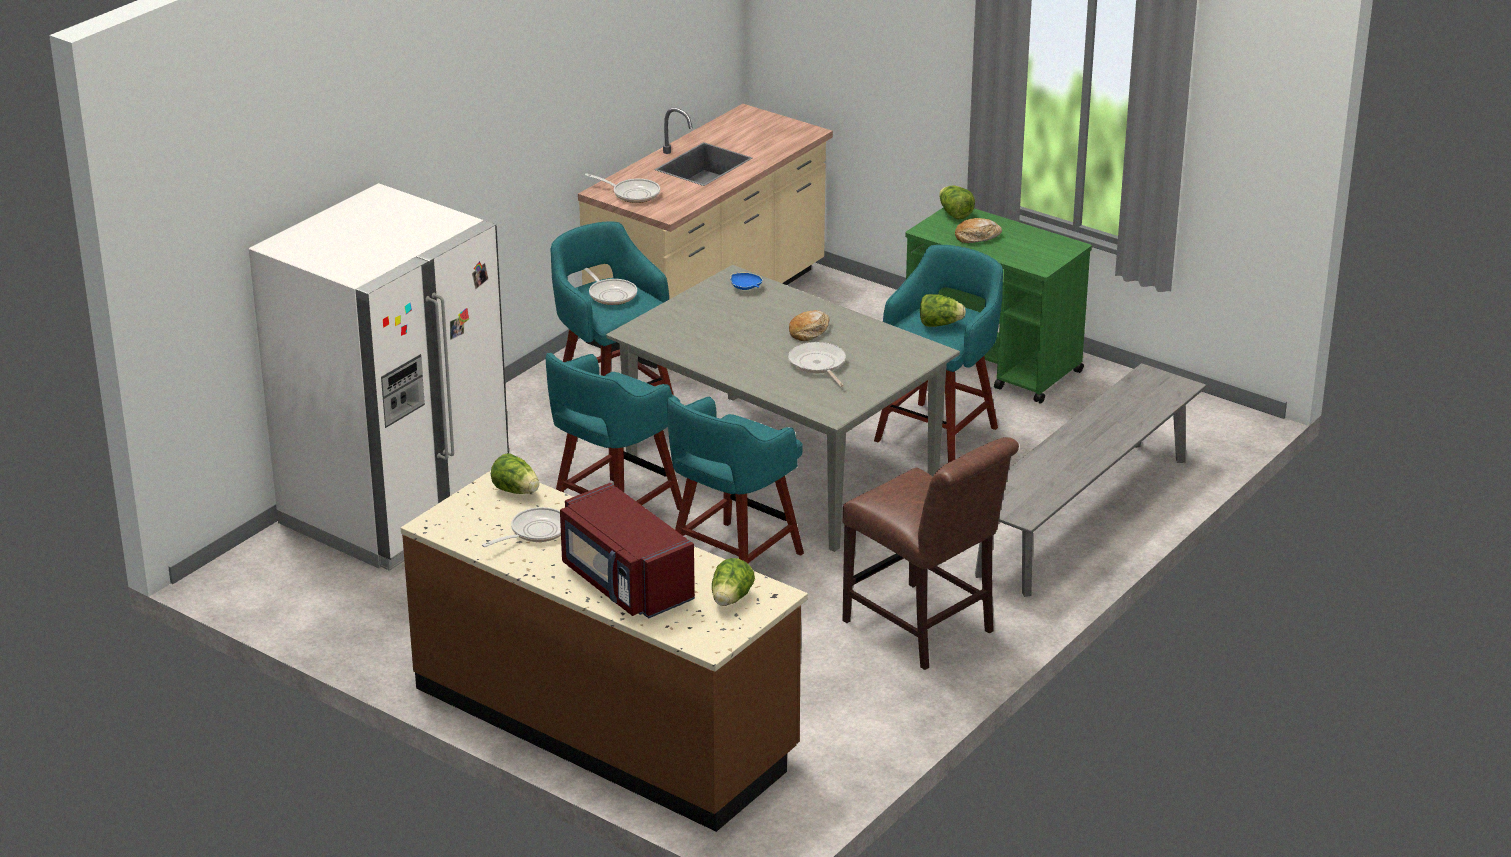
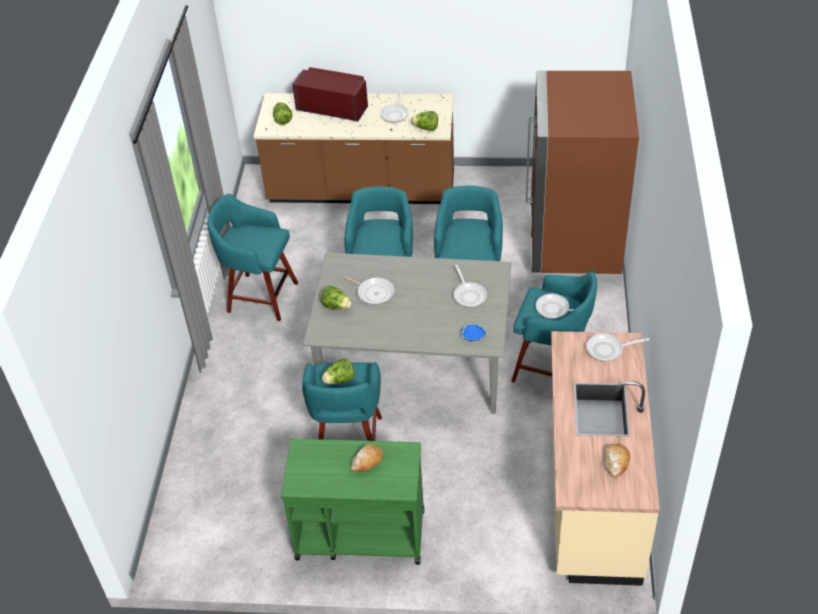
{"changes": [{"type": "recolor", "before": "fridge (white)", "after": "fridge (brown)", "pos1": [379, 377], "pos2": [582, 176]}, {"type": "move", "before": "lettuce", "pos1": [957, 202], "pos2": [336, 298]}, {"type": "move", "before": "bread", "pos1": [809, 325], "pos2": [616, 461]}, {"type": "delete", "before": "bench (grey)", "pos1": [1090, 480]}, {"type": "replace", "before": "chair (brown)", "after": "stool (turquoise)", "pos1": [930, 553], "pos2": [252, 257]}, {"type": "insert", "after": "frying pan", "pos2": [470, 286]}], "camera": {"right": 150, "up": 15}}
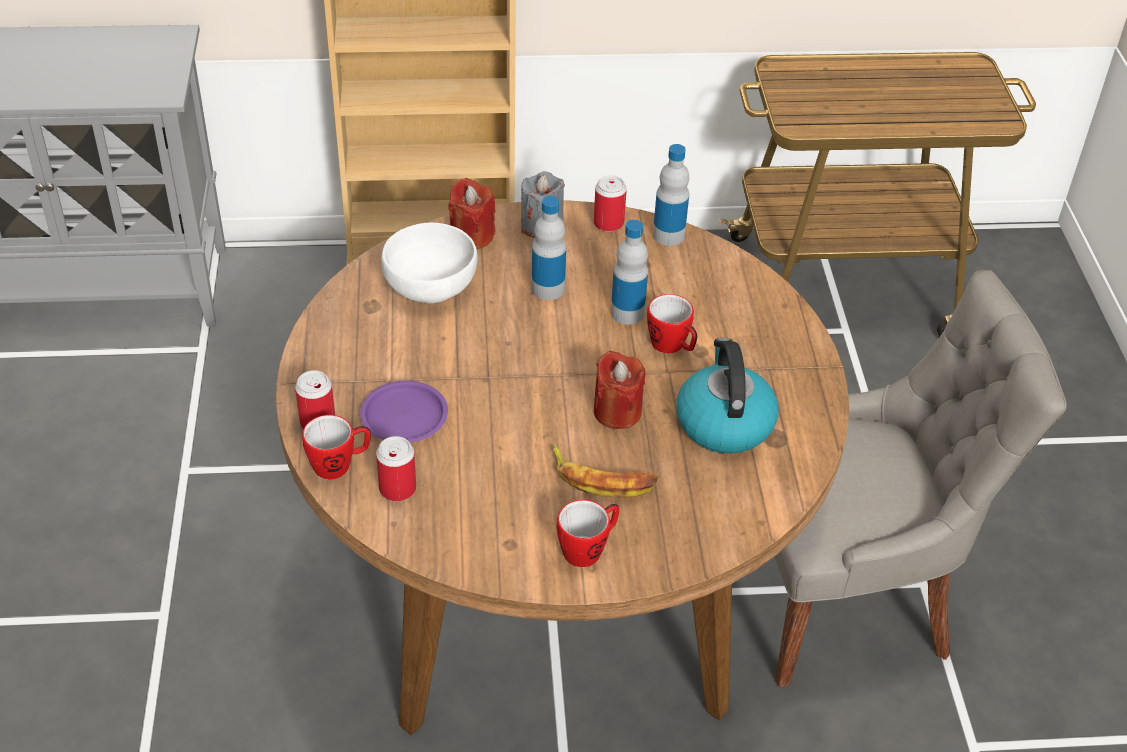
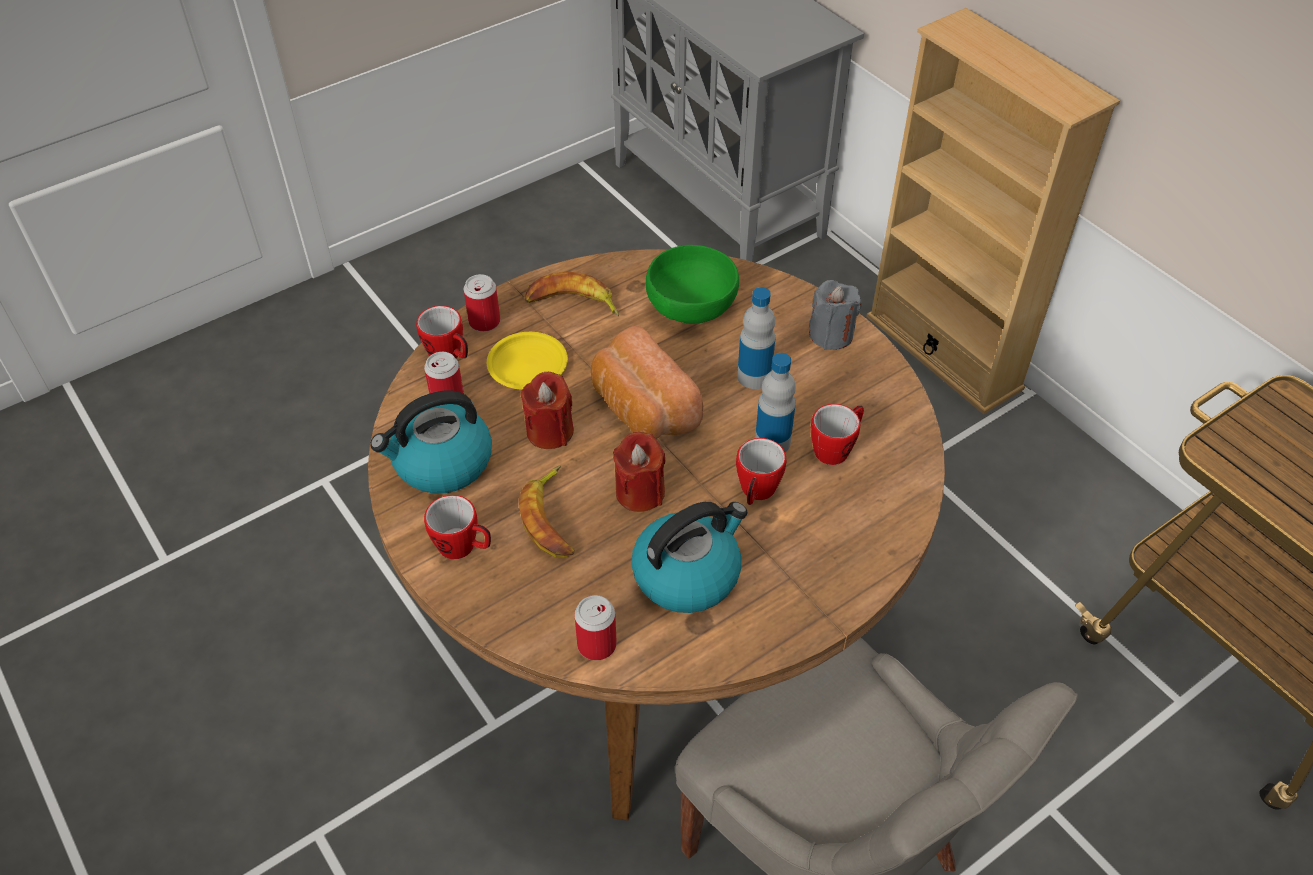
{"changes": [{"type": "delete", "before": "bottle", "pos1": [671, 195]}, {"type": "move", "before": "can", "pos1": [610, 203], "pos2": [595, 627]}, {"type": "move", "before": "candle (red)", "pos1": [471, 213], "pos2": [547, 410]}, {"type": "recolor", "before": "bowl (white)", "after": "bowl (green)", "pos1": [429, 263], "pos2": [692, 284]}, {"type": "recolor", "before": "plate (purple)", "after": "plate (yellow)", "pos1": [404, 411], "pos2": [527, 361]}, {"type": "insert", "after": "banana", "pos2": [572, 293]}, {"type": "insert", "after": "bread", "pos2": [647, 382]}, {"type": "insert", "after": "kettle", "pos2": [431, 441]}, {"type": "insert", "after": "mug", "pos2": [837, 434]}], "camera": {"right": 60, "up": 5}}
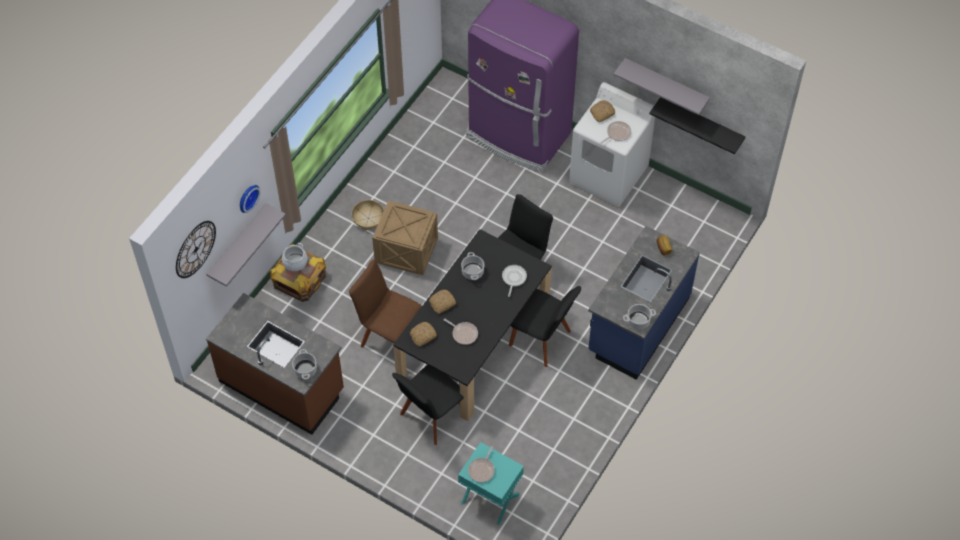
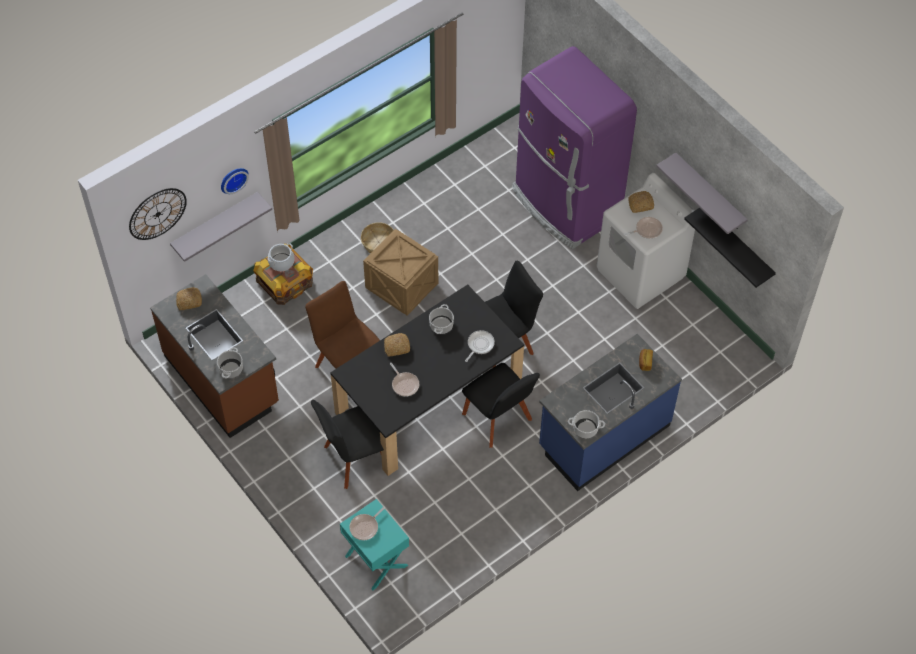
{"changes": [{"type": "move", "before": "bread", "pos1": [423, 334], "pos2": [189, 298]}], "camera": {"right": 20, "up": 0}}
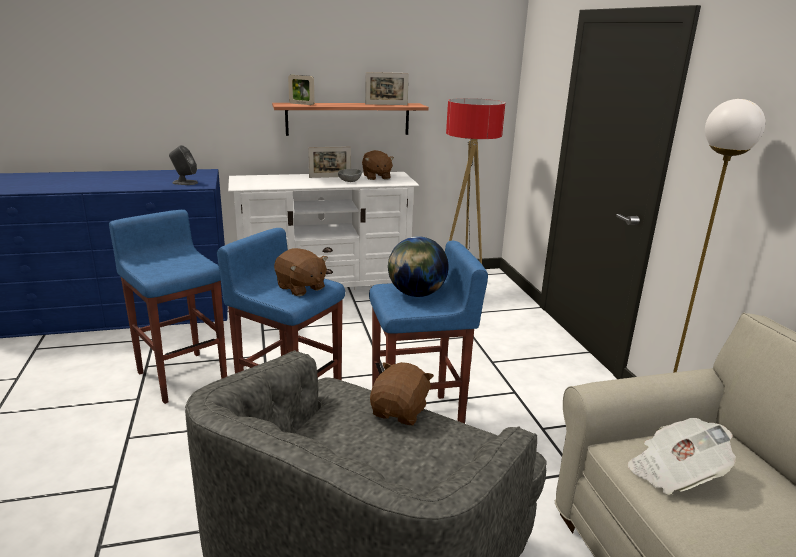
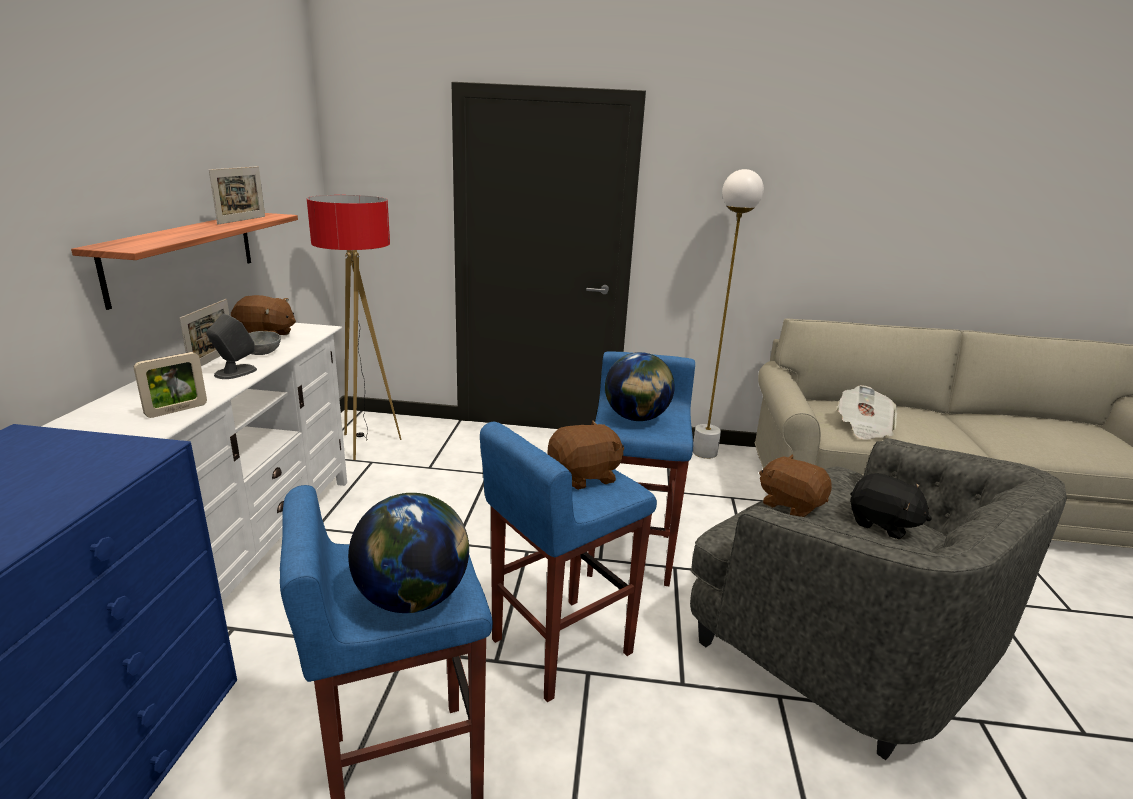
{"changes": [{"type": "move", "before": "picture frame", "pos1": [301, 90], "pos2": [170, 385]}, {"type": "move", "before": "speaker (grey)", "pos1": [183, 165], "pos2": [231, 346]}, {"type": "insert", "after": "plush toy (black)", "pos2": [891, 506]}, {"type": "insert", "after": "globe", "pos2": [408, 553]}], "camera": {"right": -70, "up": 0}}
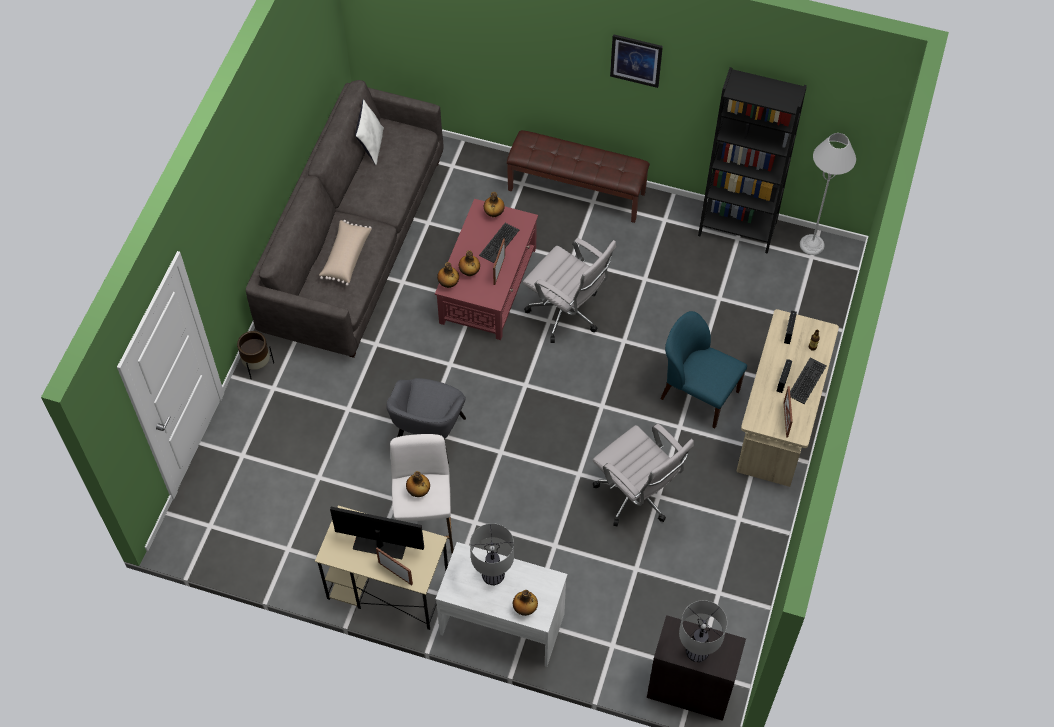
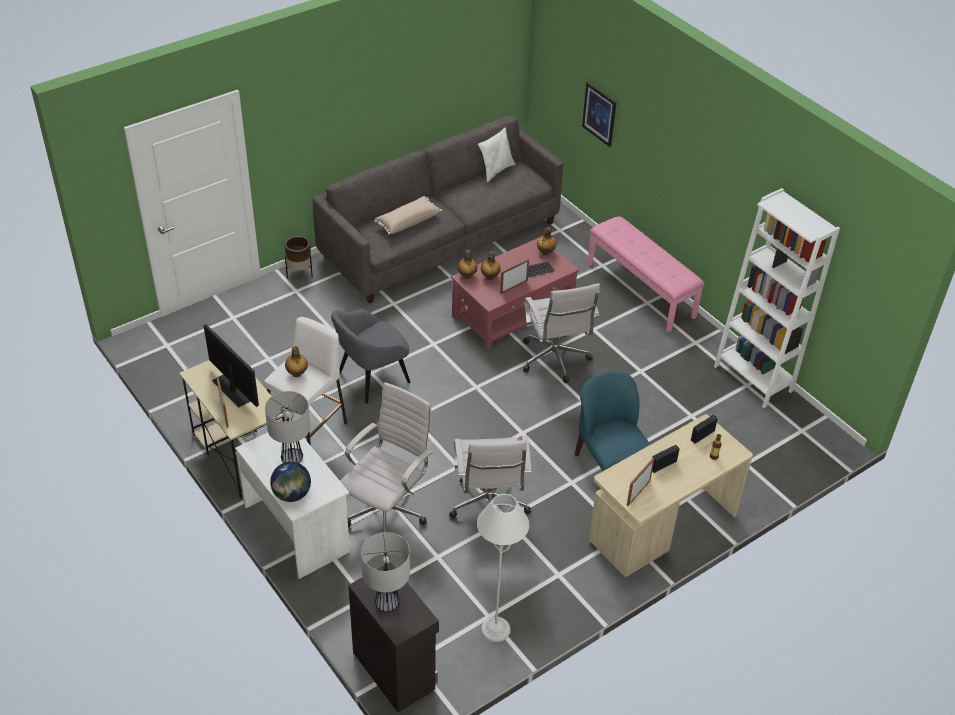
{"changes": [{"type": "move", "before": "picture", "pos1": [636, 61], "pos2": [599, 114]}, {"type": "recolor", "before": "bookcase (black)", "after": "bookcase (white)", "pos1": [752, 160], "pos2": [777, 298]}, {"type": "recolor", "before": "bench (brown)", "after": "bench (pink)", "pos1": [578, 176], "pos2": [646, 274]}, {"type": "move", "before": "floor lamp (grey)", "pos1": [828, 194], "pos2": [503, 568]}, {"type": "delete", "before": "keyboard", "pos1": [808, 381]}, {"type": "replace", "before": "bottle", "after": "globe", "pos1": [525, 603], "pos2": [290, 482]}, {"type": "insert", "after": "office chair (white)", "pos2": [386, 457]}], "camera": {"right": 35, "up": -15}}
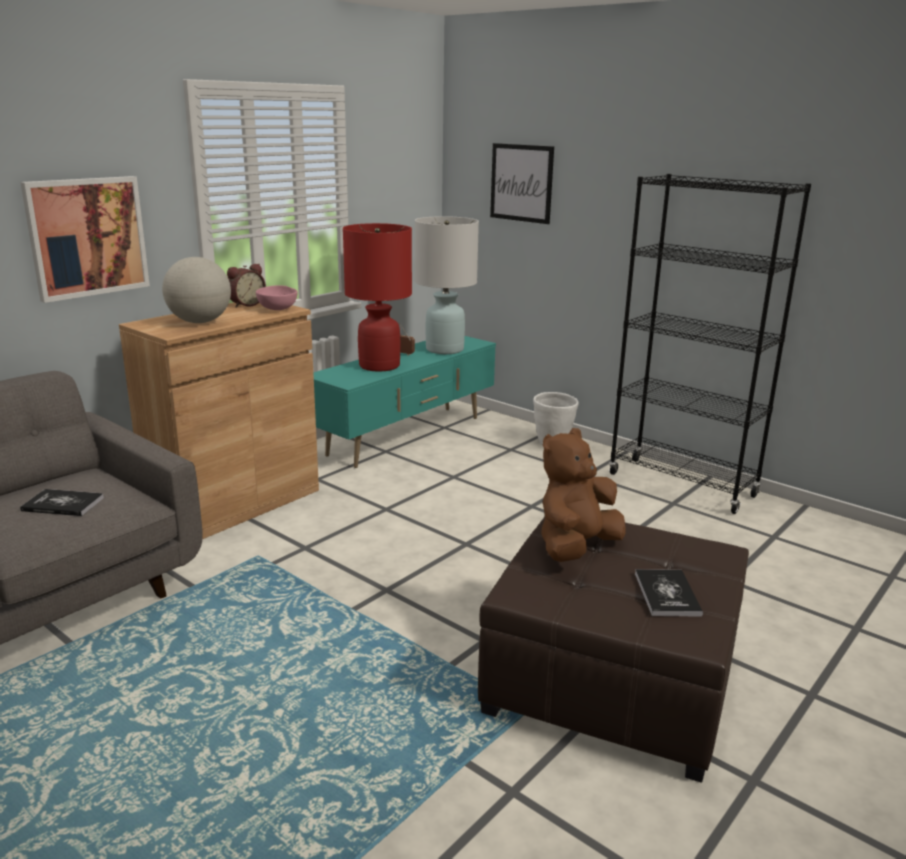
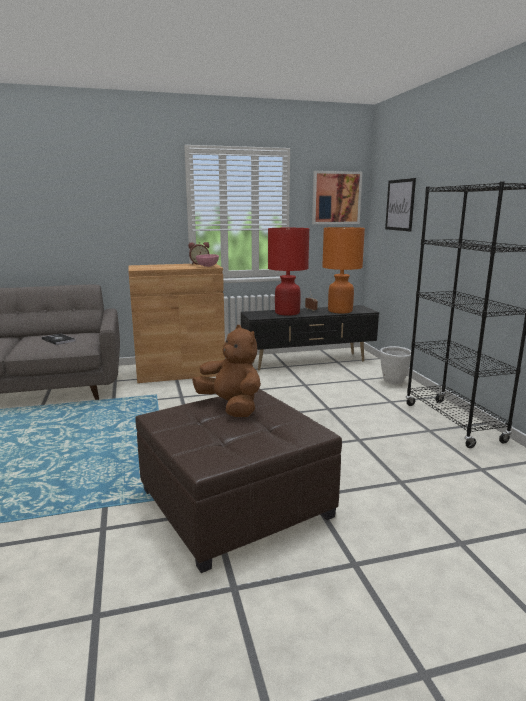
{"changes": [{"type": "move", "before": "picture", "pos1": [85, 239], "pos2": [337, 197]}, {"type": "recolor", "before": "table lamp (white)", "after": "table lamp (orange)", "pos1": [447, 285], "pos2": [343, 270]}, {"type": "delete", "before": "globe", "pos1": [196, 290]}, {"type": "recolor", "before": "tv stand (turquoise)", "after": "tv stand (black)", "pos1": [404, 402], "pos2": [310, 337]}, {"type": "rotate", "before": "plush toy (brown)", "pos1": [583, 495], "pos2": [226, 371], "turn": 60}, {"type": "delete", "before": "book", "pos1": [669, 593]}], "camera": {"right": 35, "up": -5}}
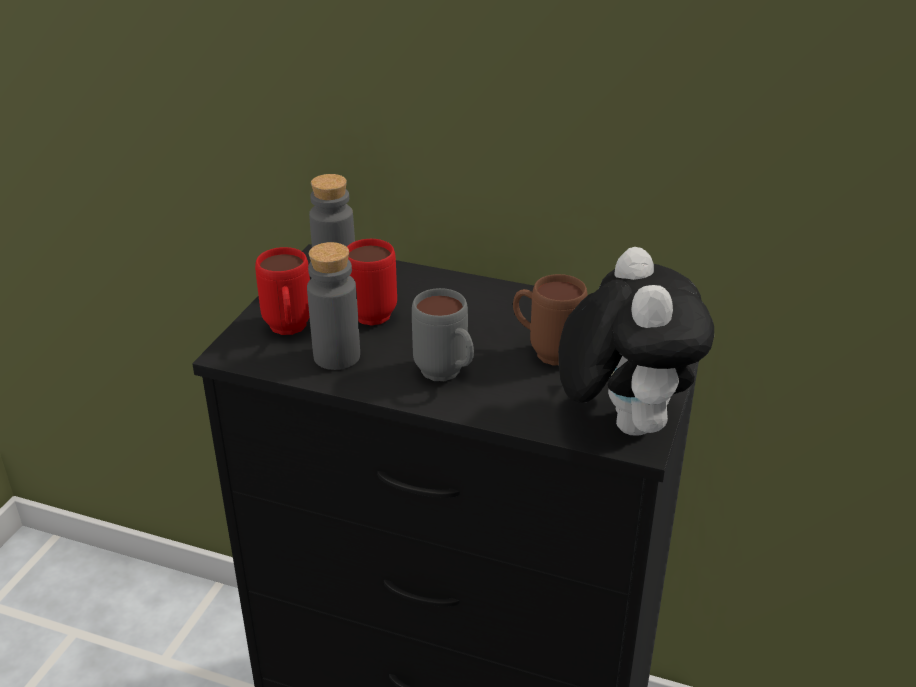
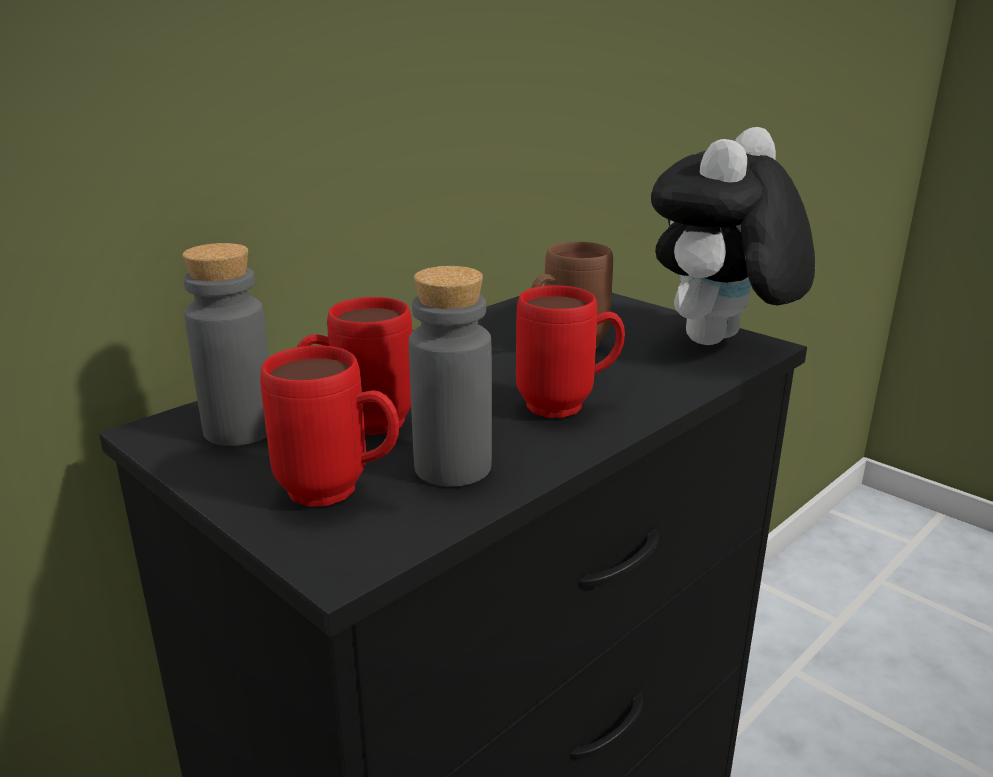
{"changes": [{"type": "rotate", "before": "plush toy", "pos1": [636, 341], "pos2": [733, 236], "turn": -75}, {"type": "recolor", "before": "mug (grey)", "after": "mug (red)", "pos1": [443, 334], "pos2": [570, 351]}], "camera": {"right": -65, "up": -10}}
